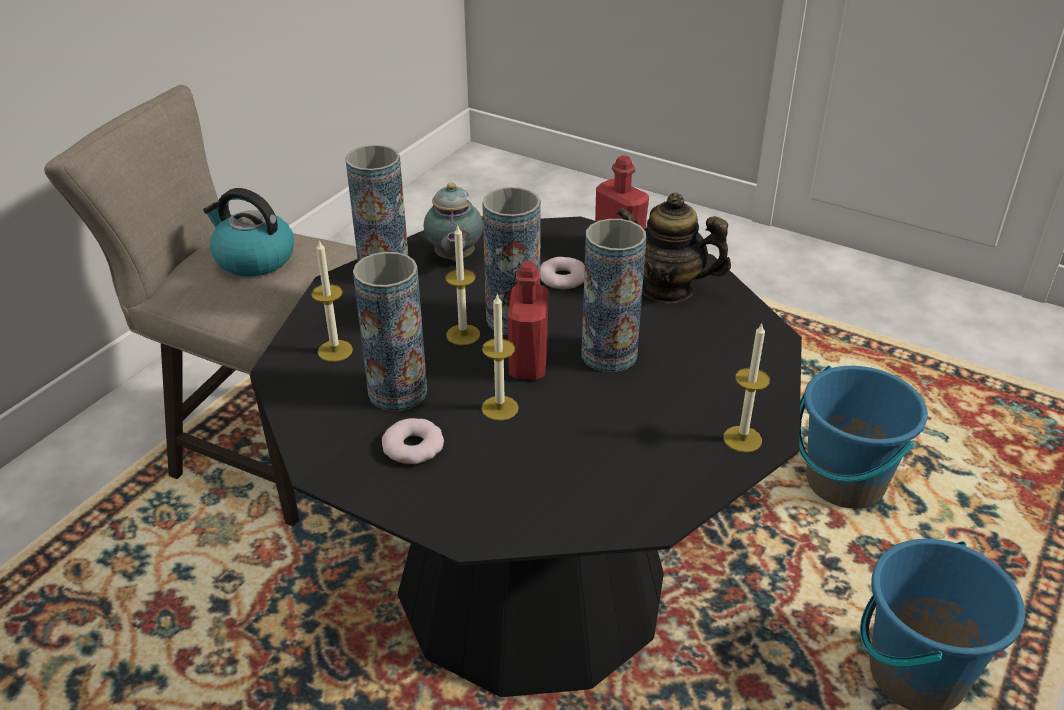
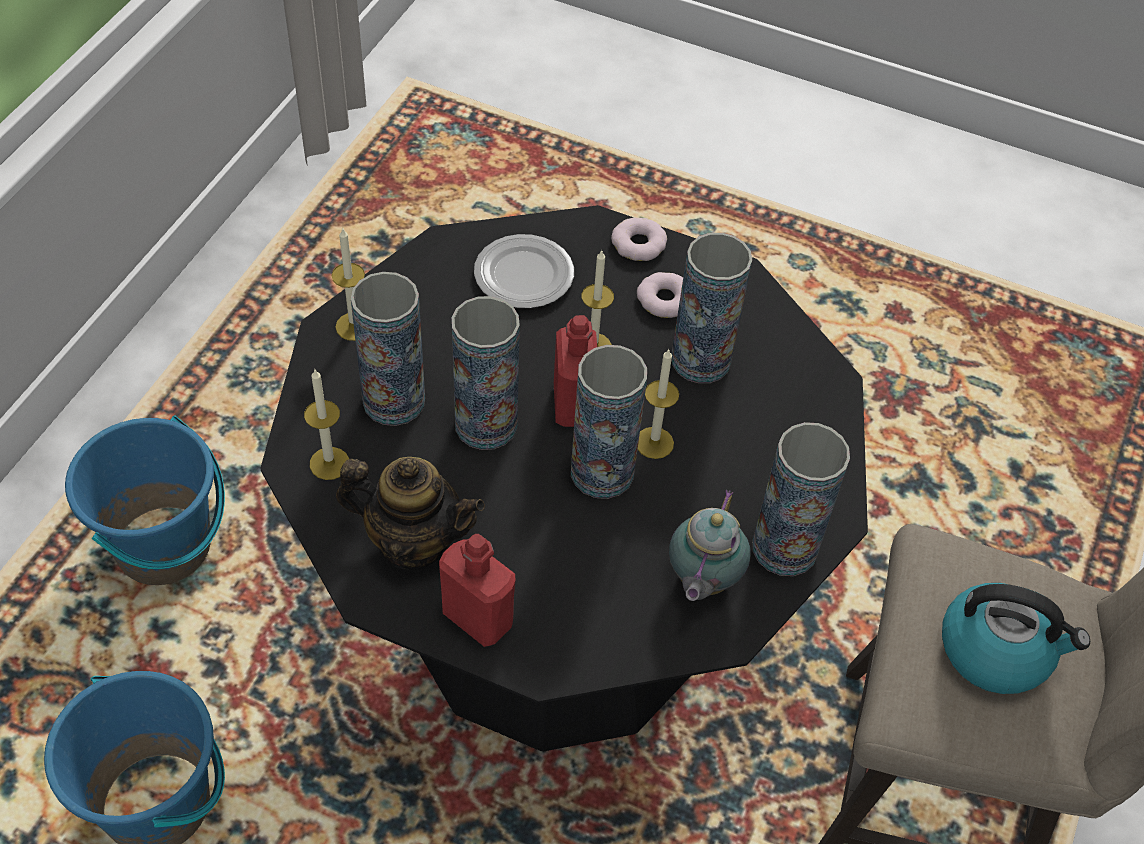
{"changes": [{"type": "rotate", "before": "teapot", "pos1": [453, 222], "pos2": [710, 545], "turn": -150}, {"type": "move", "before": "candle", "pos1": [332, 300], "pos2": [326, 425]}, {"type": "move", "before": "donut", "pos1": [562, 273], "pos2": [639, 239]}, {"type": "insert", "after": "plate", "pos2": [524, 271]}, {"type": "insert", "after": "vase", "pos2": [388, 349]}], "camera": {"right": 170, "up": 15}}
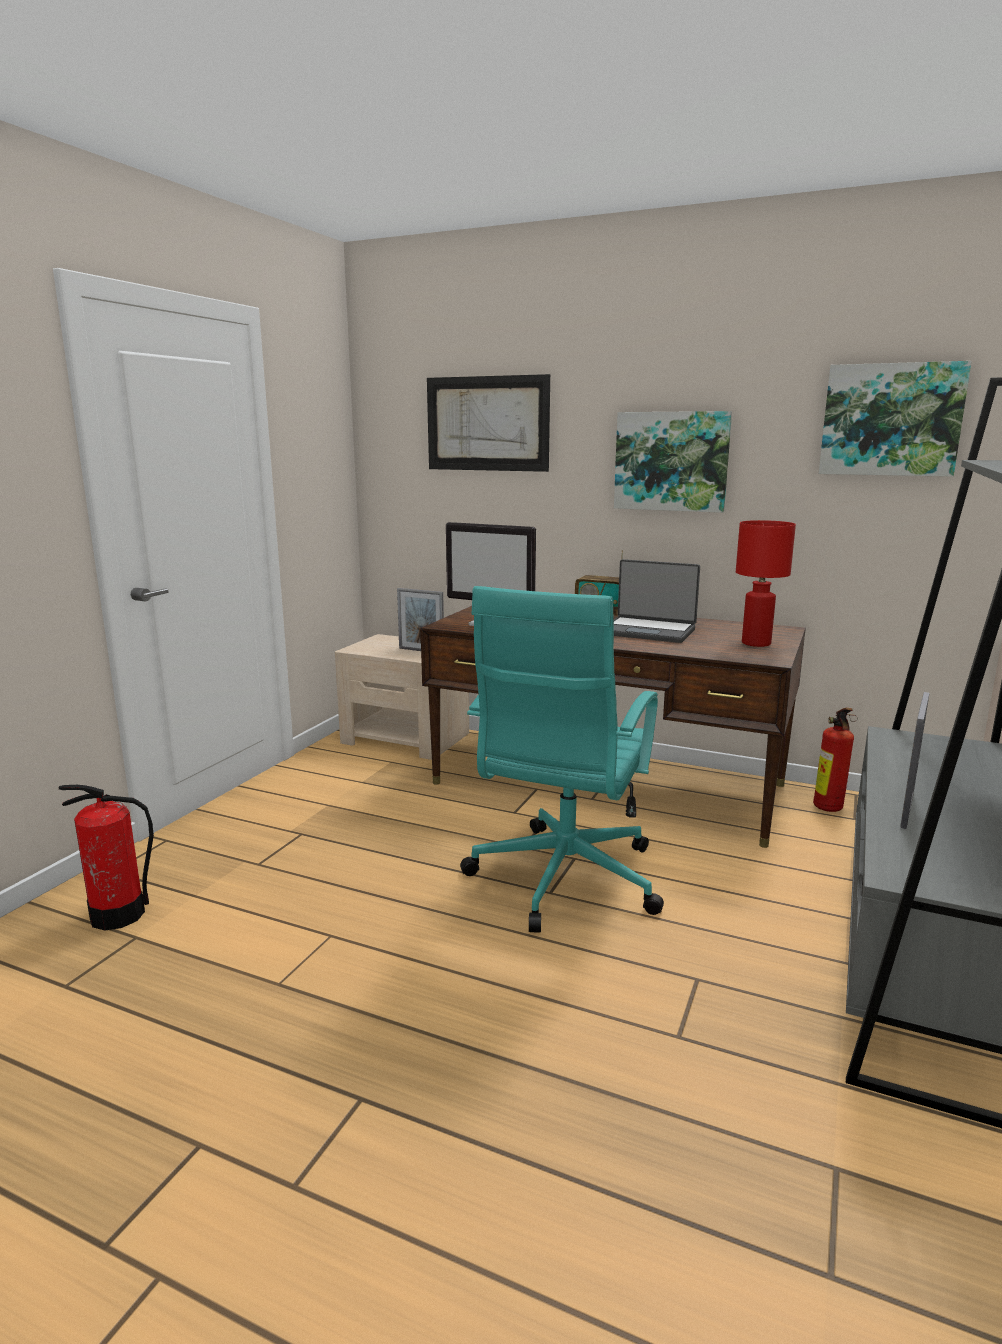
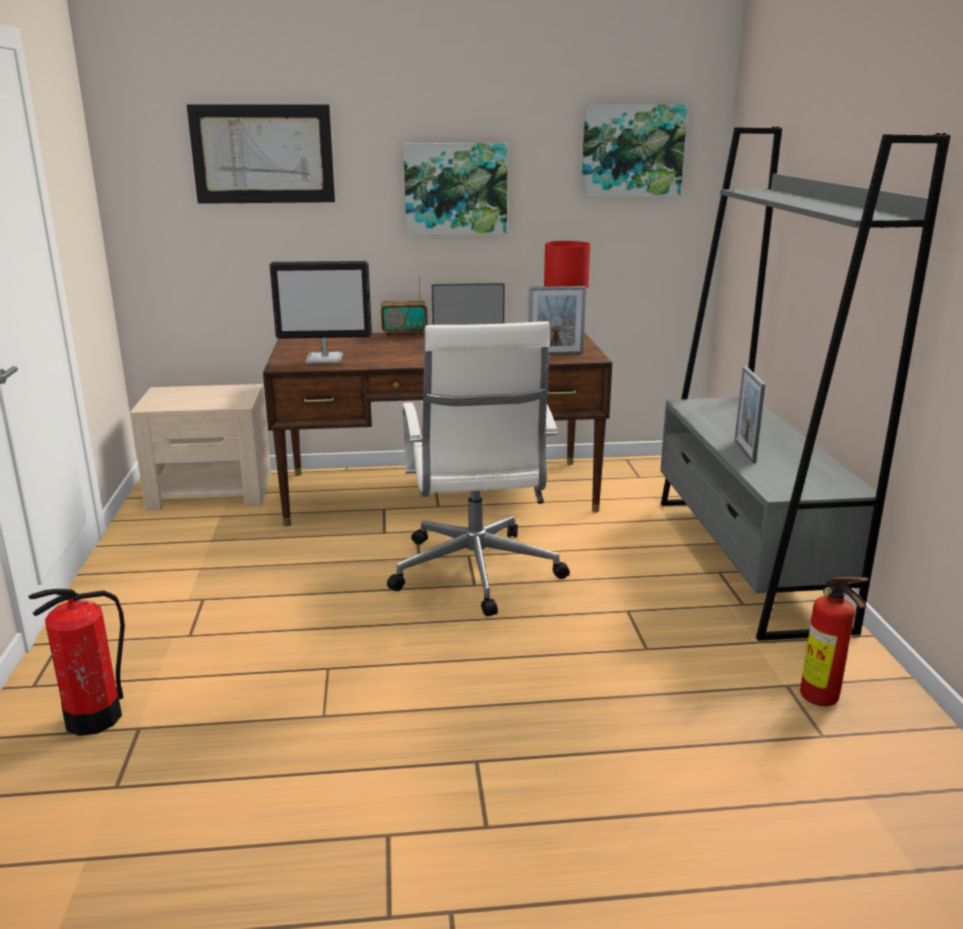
{"changes": [{"type": "recolor", "before": "office chair (turquoise)", "after": "office chair (white)", "pos1": [562, 759], "pos2": [478, 468]}, {"type": "move", "before": "picture frame", "pos1": [420, 619], "pos2": [557, 320]}, {"type": "move", "before": "fire extinguisher", "pos1": [835, 760], "pos2": [834, 641]}], "camera": {"right": -30, "up": 5}}
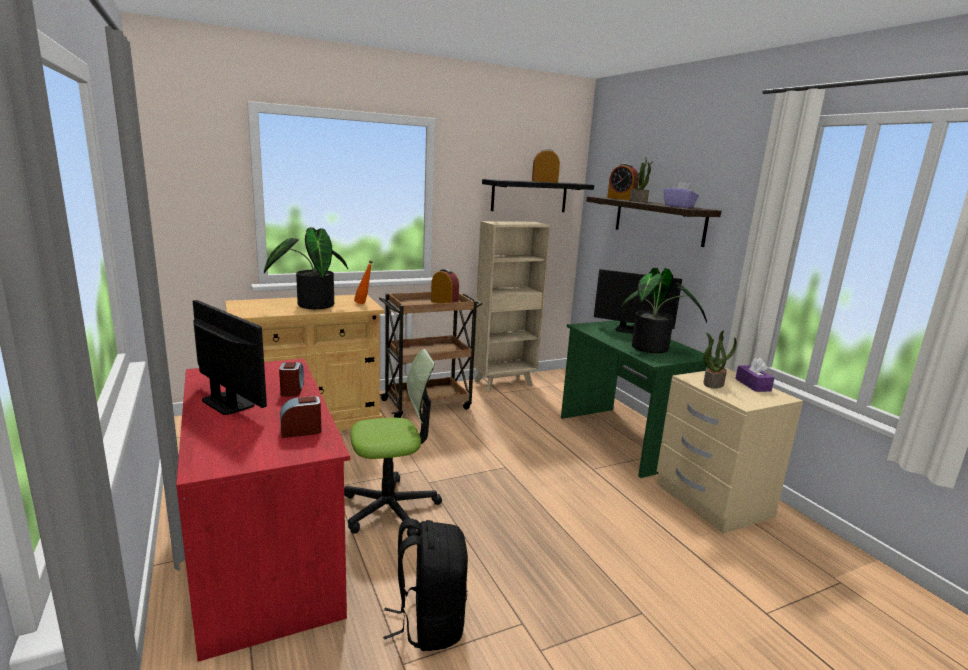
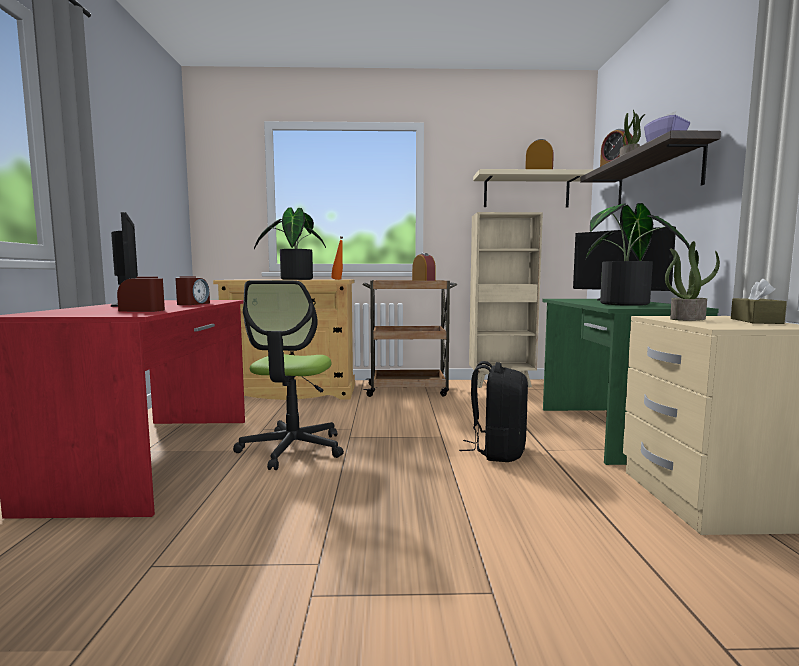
{"changes": [{"type": "recolor", "before": "shelf (black)", "after": "shelf (beige)", "pos1": [538, 195], "pos2": [533, 188]}, {"type": "rotate", "before": "office chair", "pos1": [393, 443], "pos2": [288, 375], "turn": 90}, {"type": "recolor", "before": "tissue box (purple)", "after": "tissue box (brown)", "pos1": [755, 375], "pos2": [759, 301]}, {"type": "move", "before": "backpack (black)", "pos1": [425, 584], "pos2": [493, 411]}], "camera": {"right": 25, "up": -10}}
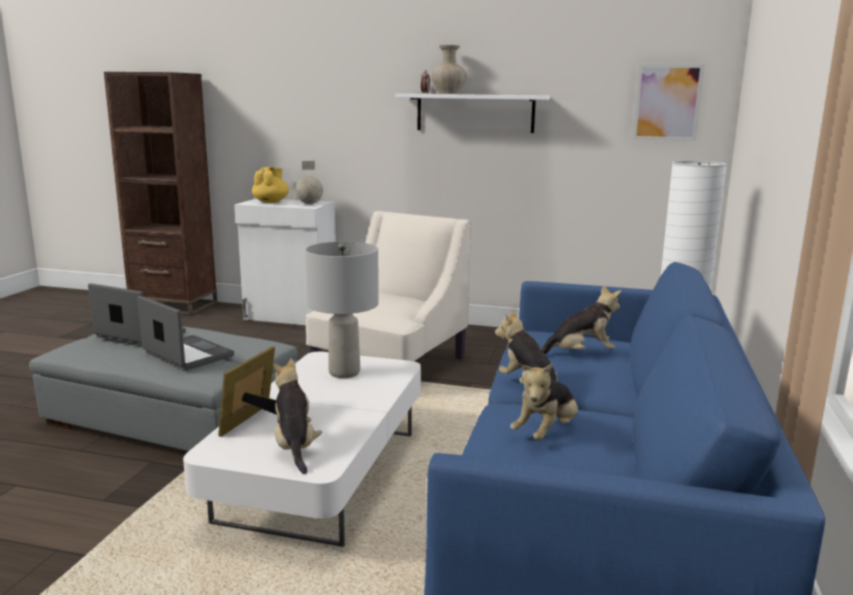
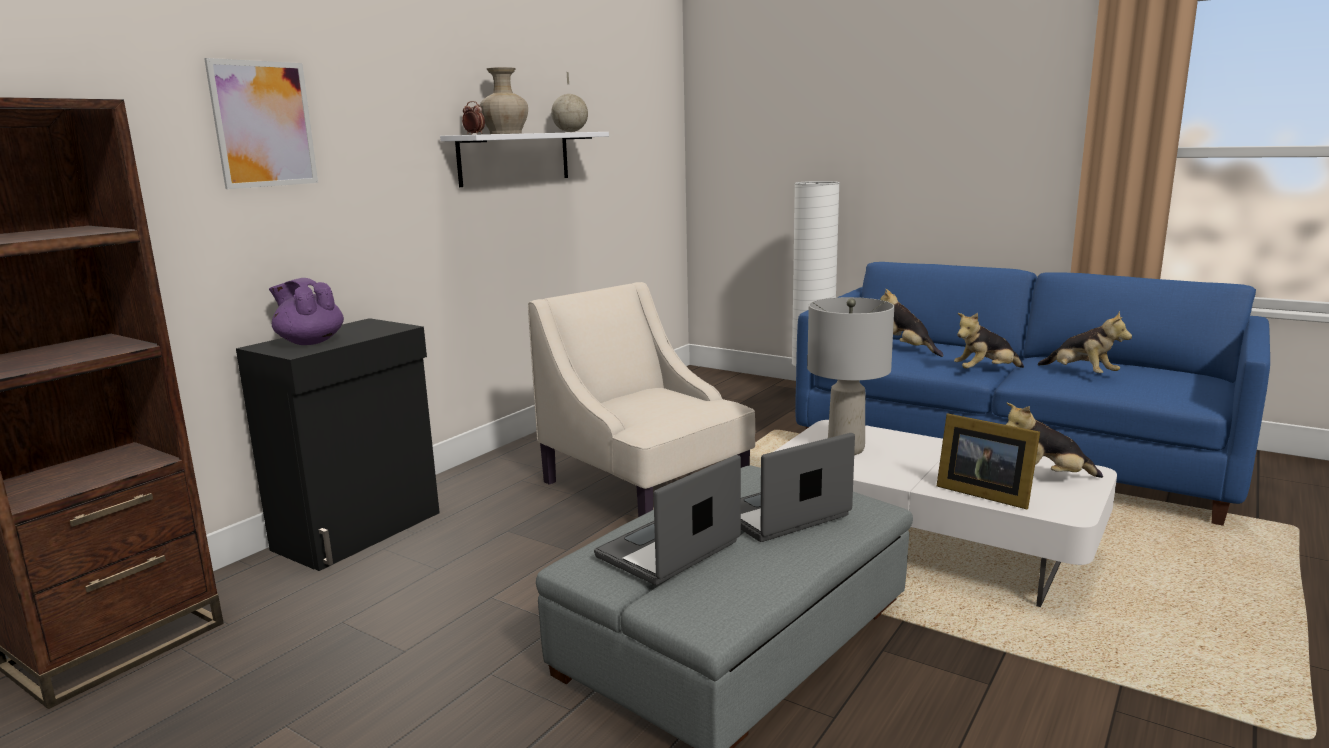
{"changes": [{"type": "move", "before": "picture", "pos1": [668, 102], "pos2": [261, 123]}, {"type": "move", "before": "globe", "pos1": [309, 182], "pos2": [569, 102]}, {"type": "recolor", "before": "teapot (yellow)", "after": "teapot (purple)", "pos1": [270, 185], "pos2": [306, 311]}, {"type": "recolor", "before": "cabinet (white)", "after": "cabinet (black)", "pos1": [285, 261], "pos2": [338, 444]}, {"type": "rotate", "before": "plush toy", "pos1": [581, 319], "pos2": [912, 323], "turn": -45}], "camera": {"right": -70, "up": 0}}
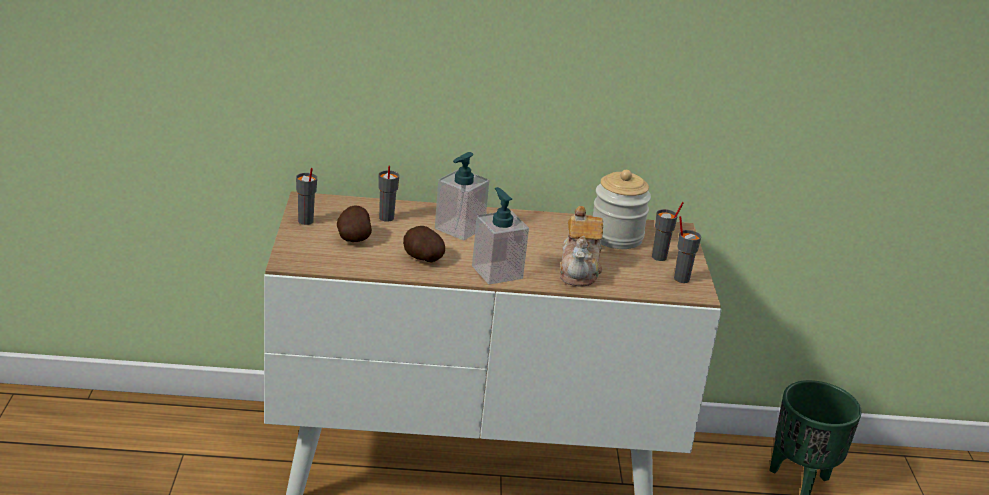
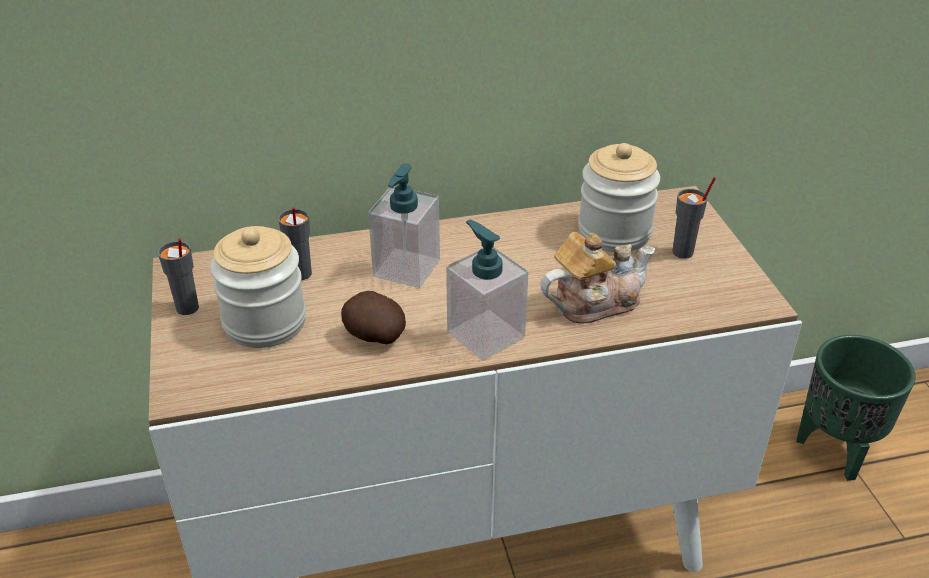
{"changes": [{"type": "replace", "before": "potato", "after": "jar", "pos1": [354, 223], "pos2": [258, 287]}, {"type": "rotate", "before": "teapot", "pos1": [581, 246], "pos2": [597, 277], "turn": -105}, {"type": "delete", "before": "cup (grey)", "pos1": [687, 249]}], "camera": {"right": -10, "up": 10}}
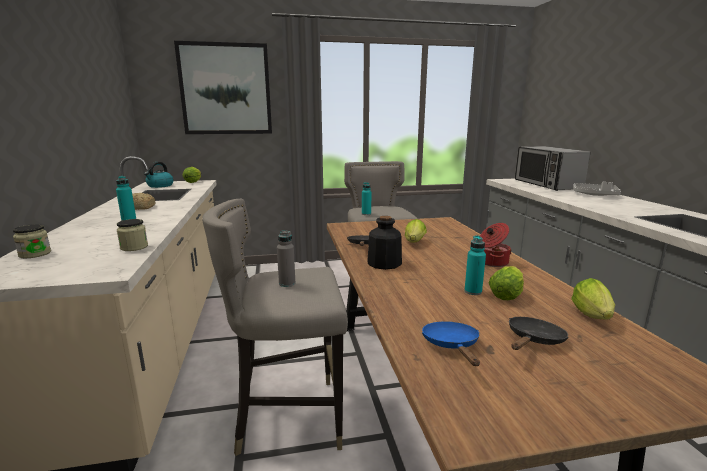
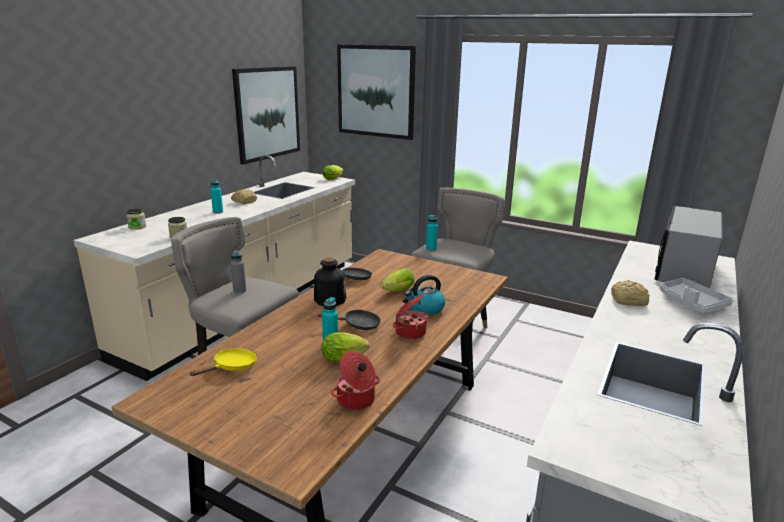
{"changes": [{"type": "move", "before": "kettle", "pos1": [159, 175], "pos2": [425, 295]}, {"type": "replace", "before": "lettuce", "after": "cooking pot", "pos1": [593, 299], "pos2": [355, 380]}, {"type": "move", "before": "frying pan (black)", "pos1": [539, 333], "pos2": [349, 320]}, {"type": "recolor", "before": "frying pan (blue)", "after": "frying pan (yellow)", "pos1": [451, 343], "pos2": [223, 362]}, {"type": "insert", "after": "picture", "pos2": [266, 115]}, {"type": "insert", "after": "bread", "pos2": [630, 293]}], "camera": {"right": 40, "up": 5}}
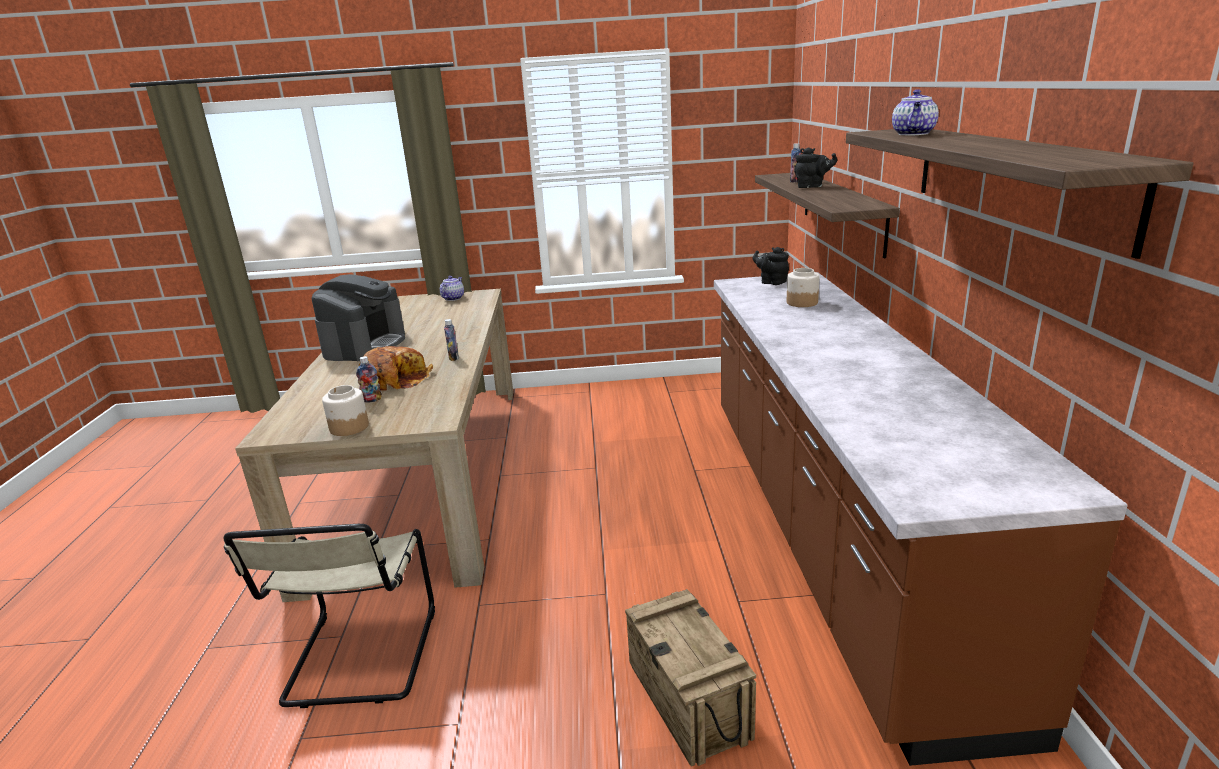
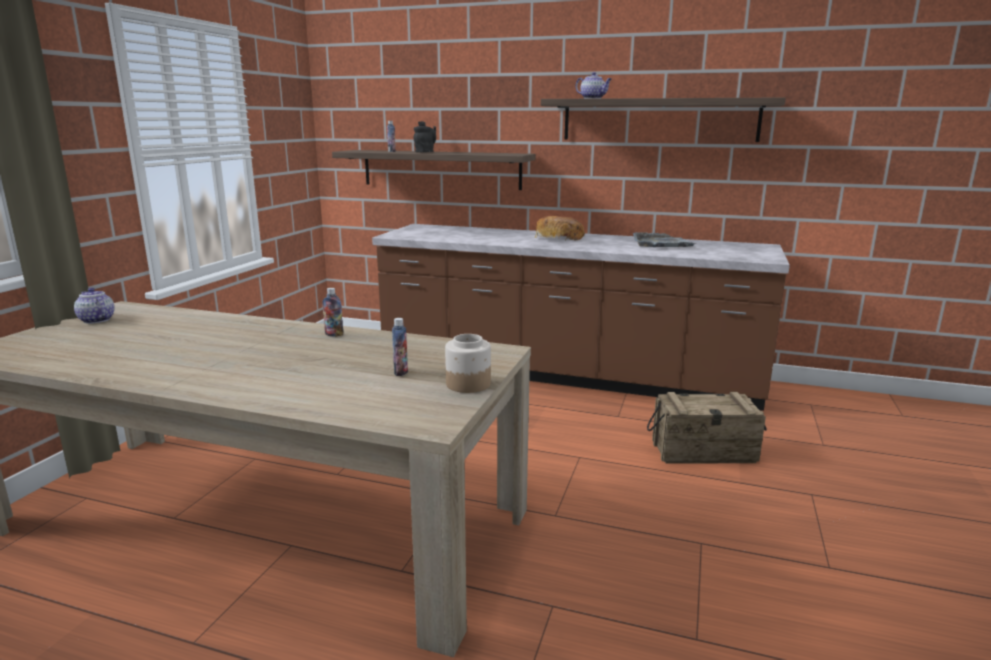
{"changes": [{"type": "delete", "before": "teapot (black)", "pos1": [771, 266]}, {"type": "delete", "before": "jar", "pos1": [803, 287]}, {"type": "delete", "before": "coffee machine", "pos1": [358, 317]}, {"type": "move", "before": "bread", "pos1": [396, 368], "pos2": [559, 228]}, {"type": "delete", "before": "chair (beige)", "pos1": [329, 616]}, {"type": "insert", "after": "tray (grey)", "pos2": [664, 239]}], "camera": {"right": -70, "up": -5}}
